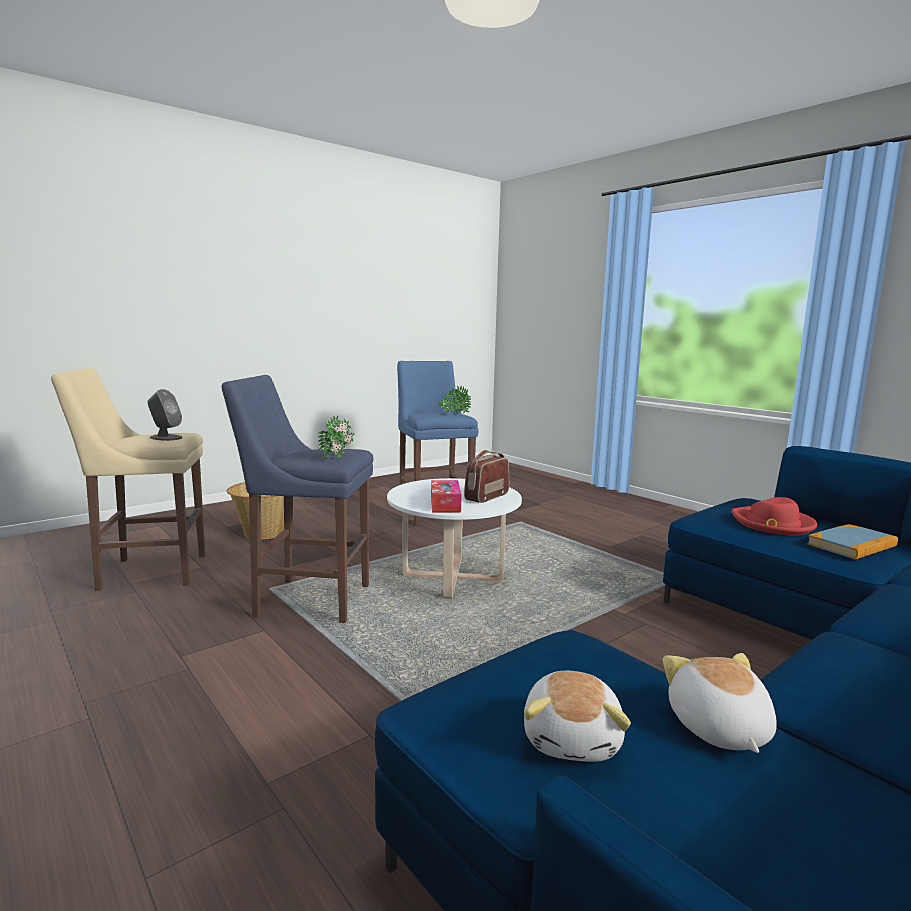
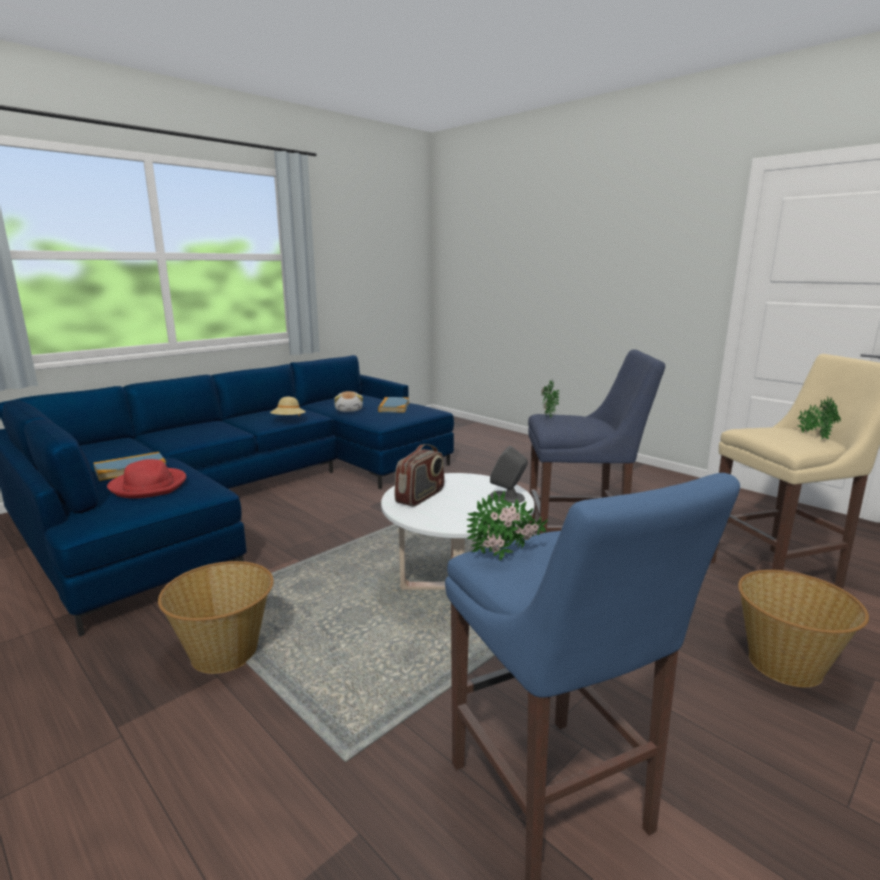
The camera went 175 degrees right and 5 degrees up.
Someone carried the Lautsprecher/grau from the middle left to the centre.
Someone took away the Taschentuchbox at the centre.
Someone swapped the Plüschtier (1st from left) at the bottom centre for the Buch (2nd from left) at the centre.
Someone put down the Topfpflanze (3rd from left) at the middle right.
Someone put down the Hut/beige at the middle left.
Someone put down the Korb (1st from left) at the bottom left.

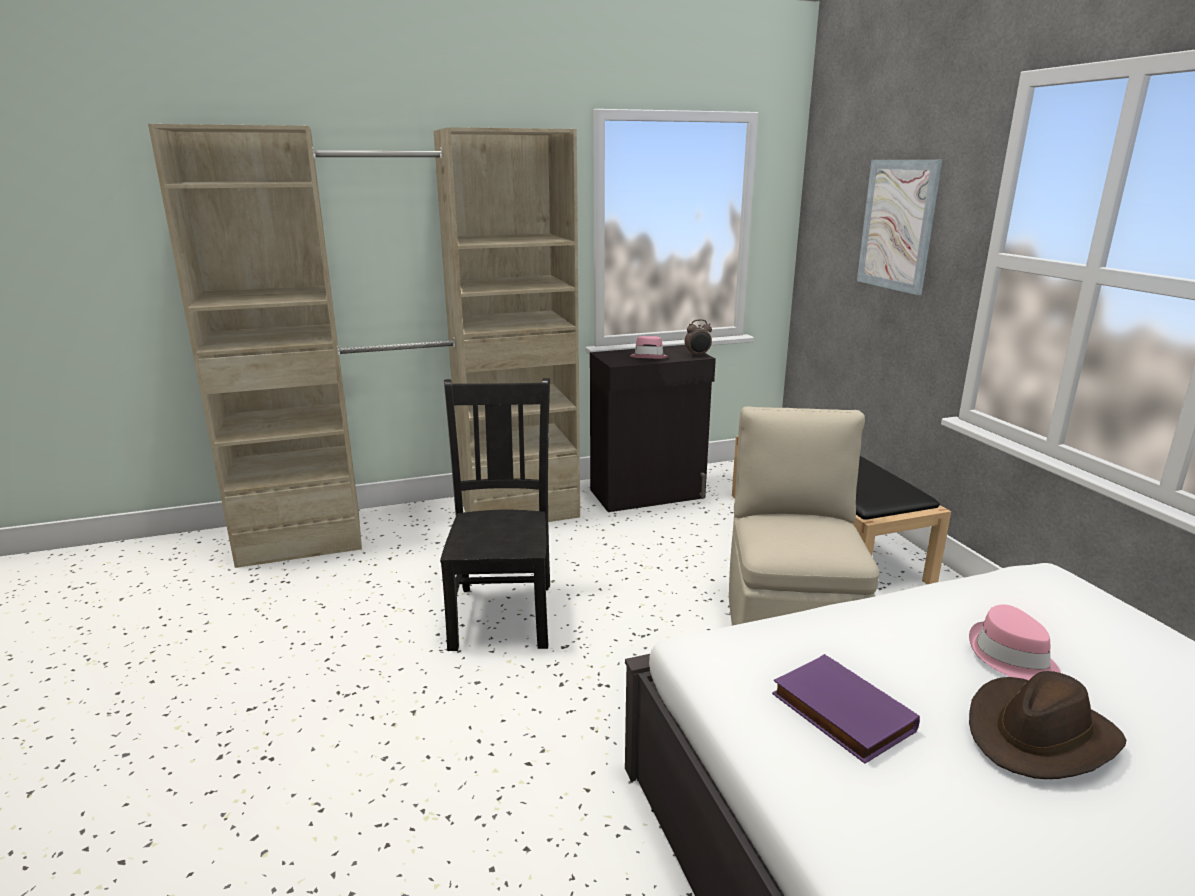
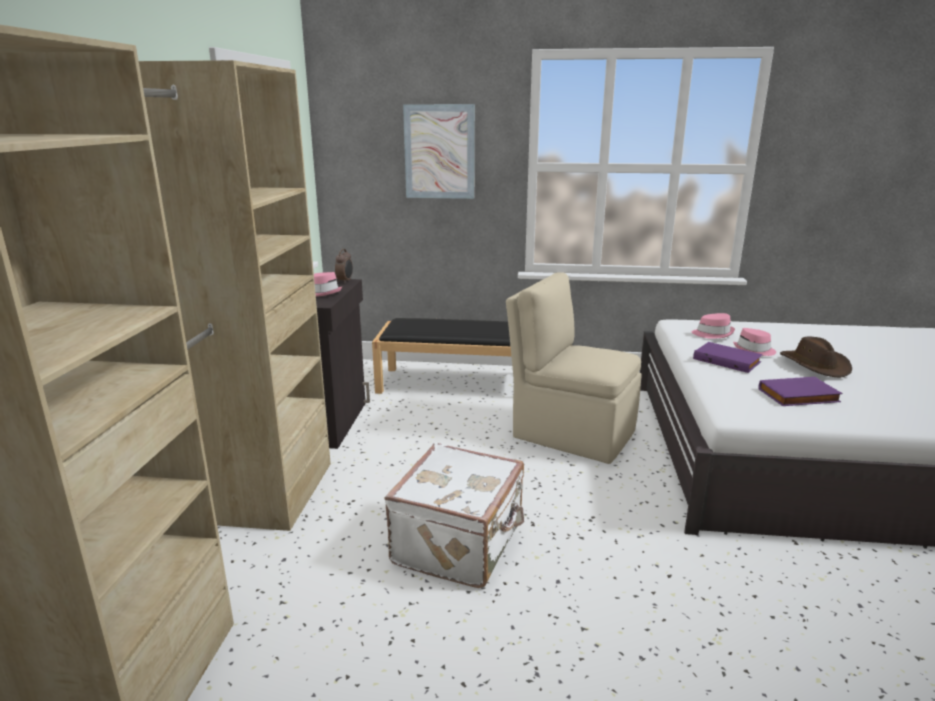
The camera went 65 degrees left and 0 degrees up.
Someone swapped the Stuhl/schwarz at the centre for the Koffer/weiß at the bottom centre.
Someone put down the Hut/rosa (2nd from left) at the middle right.
Someone put down the Buch/lila (1st from left) at the middle right.

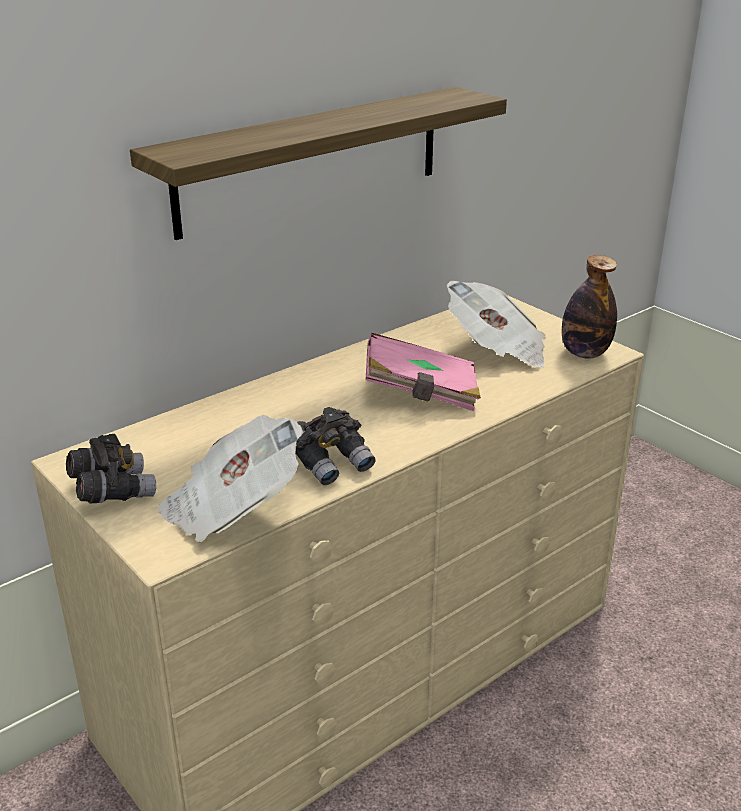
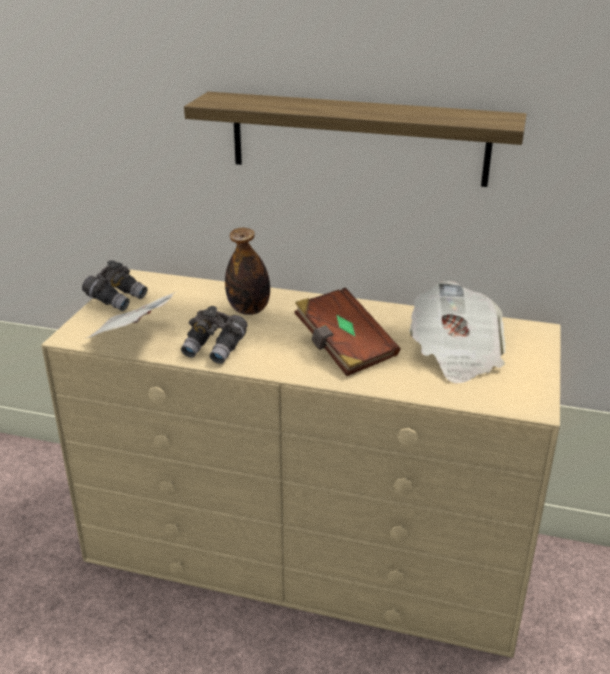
The camera went 55 degrees right and 0 degrees up.
Someone carried the Flasche from the middle right to the centre.
Someone repainted the Buch/rosa at the centre, which became the Buch/braun at the centre.

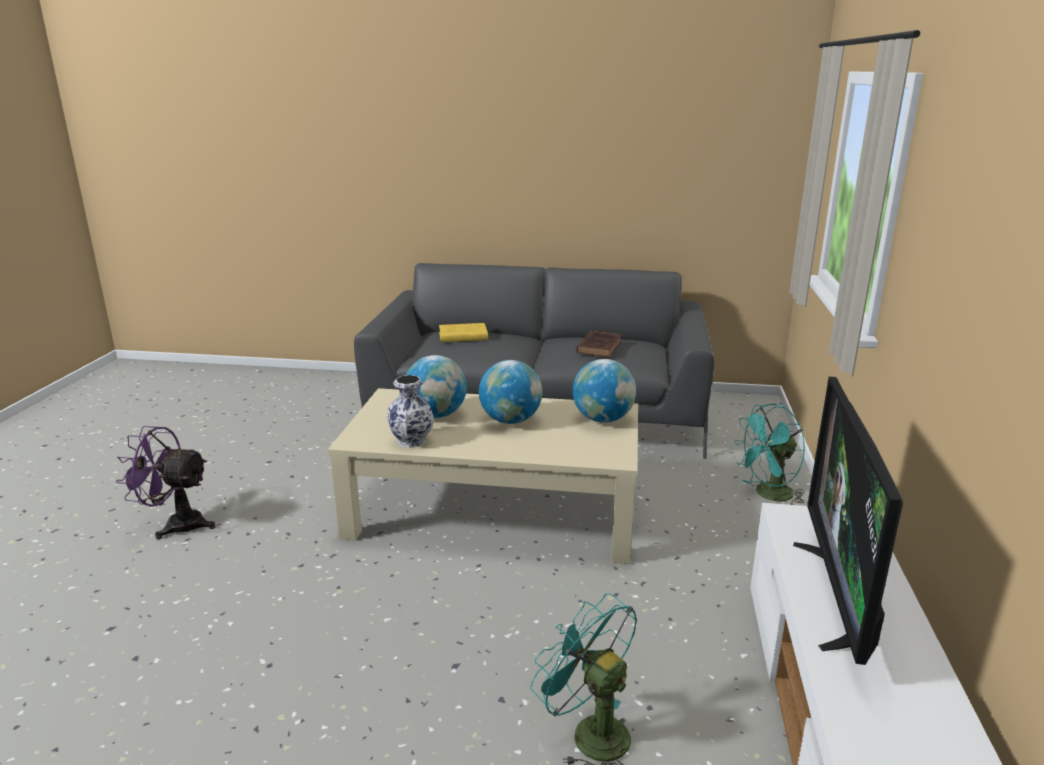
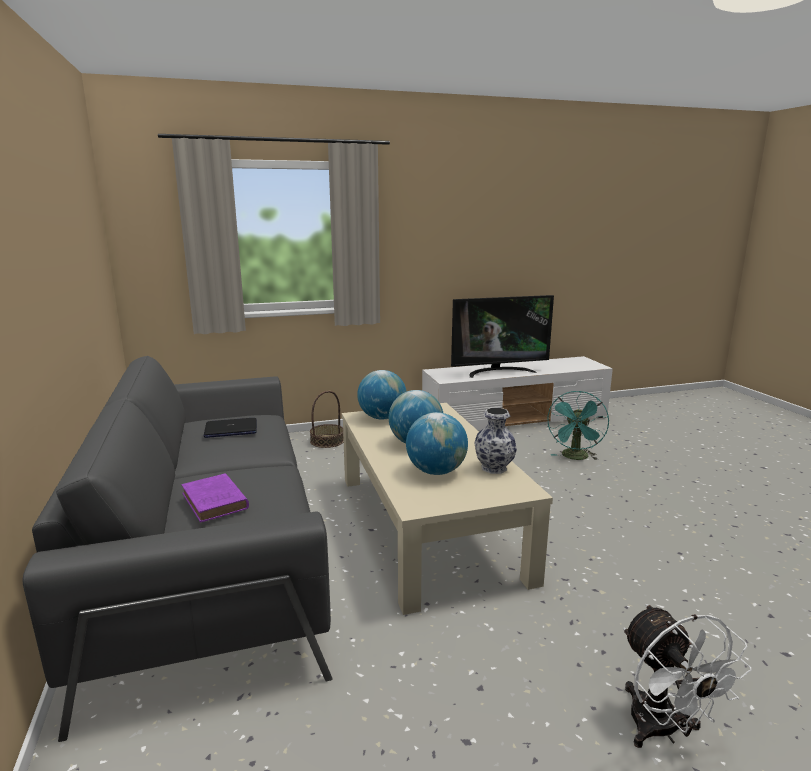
The camera went 115 degrees left and 5 degrees down.
Someone repainted the Buch/gelb at the centre, which became the Buch/lila at the middle left.
Someone swapped the Buch/braun at the centre for the Laptop at the middle left.
Someone swapped the Ventilator/türkis (2nd from left) at the middle right for the Korb at the centre.
Someone repainted the Ventilator/lila at the middle left, which became the Ventilator/weiß at the bottom right.

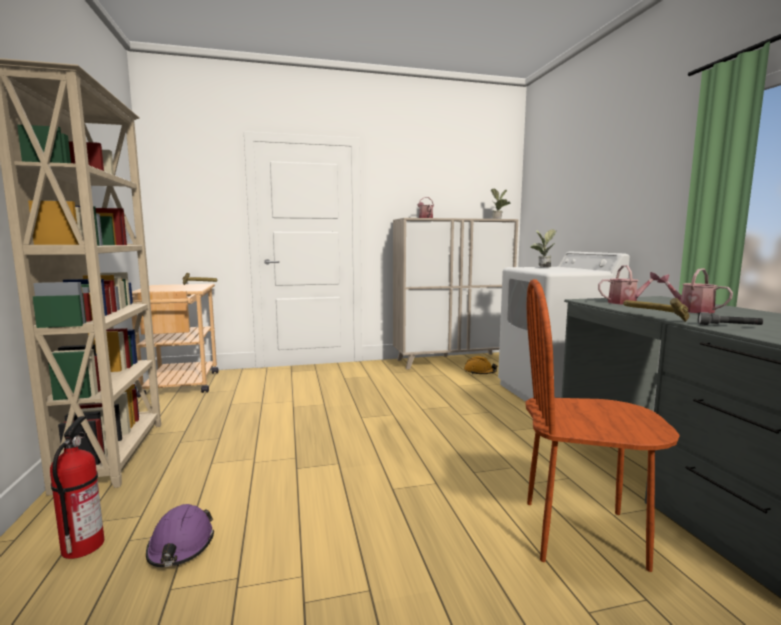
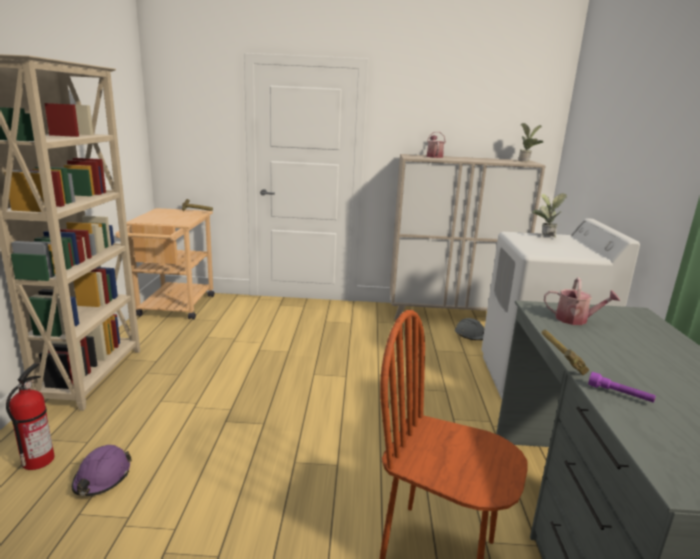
The camera went 15 degrees right and 10 degrees up.
Someone took away the Gießkanne (3rd from left) at the middle right.
Someone repainted the Taschenlampe/grau at the middle right, which became the Taschenlampe/lila at the bottom right.
Someone repainted the Schutzhelm/orange at the centre, which became the Schutzhelm/grau at the middle right.

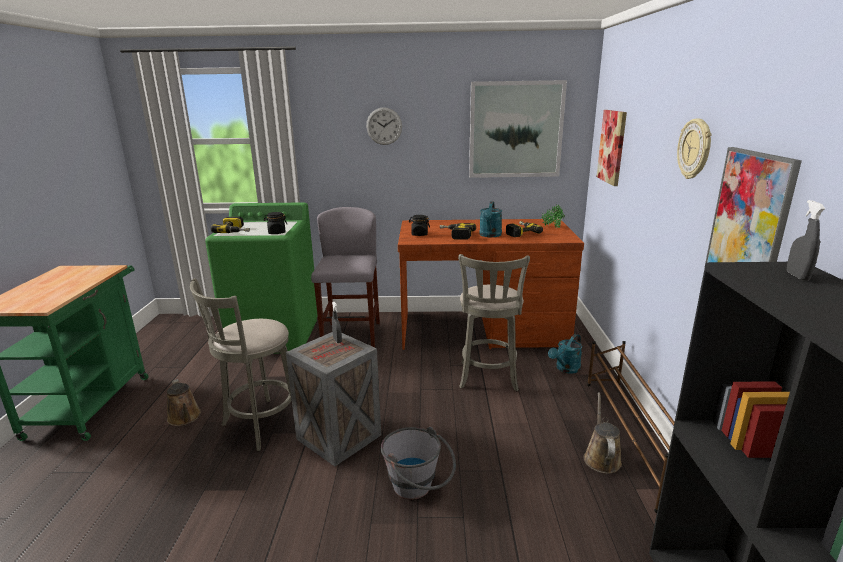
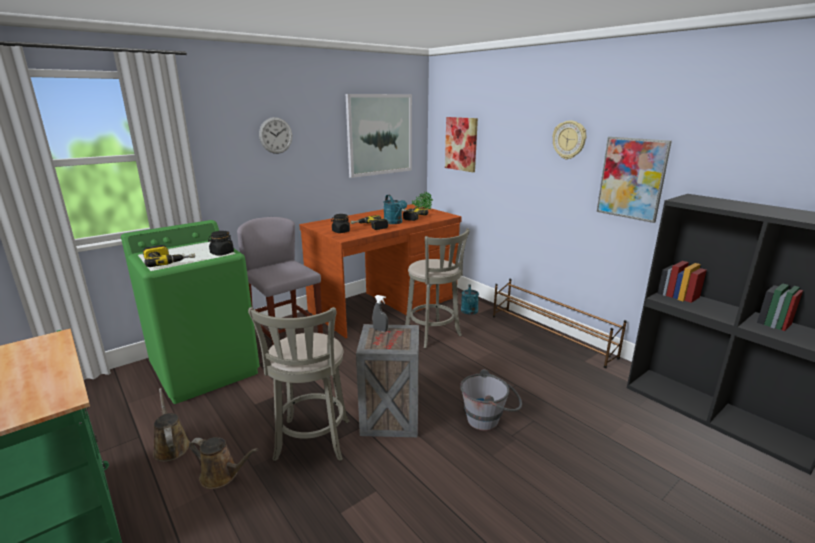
The camera went 40 degrees left and 0 degrees up.
Someone took away the Sprühflasche/grau (2nd from left) at the middle right.
Someone carried the Gießkanne/braun (2nd from left in the first image) from the bottom right to the bottom left.

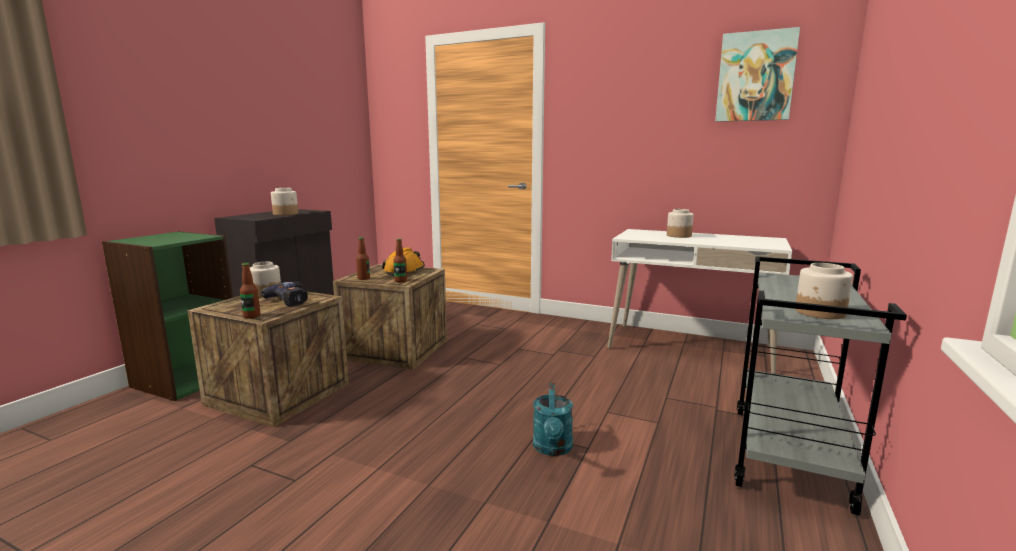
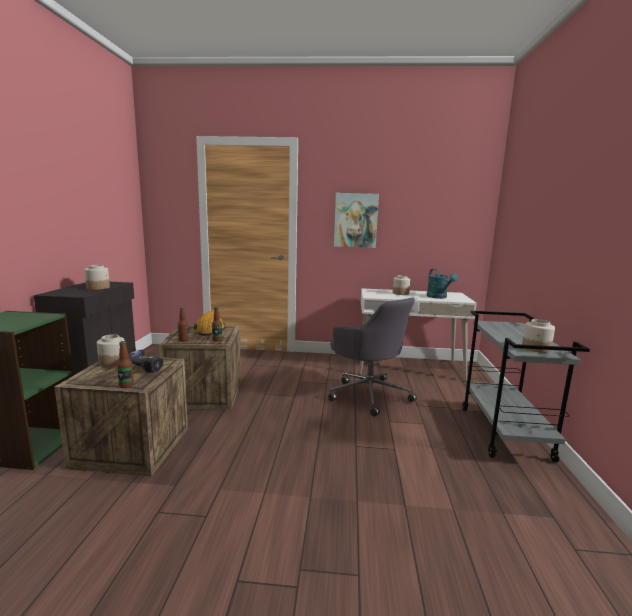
The camera went 20 degrees left and 0 degrees up.
Someone carried the Bild from the top right to the centre.
Someone carried the Gießkanne/türkis from the bottom centre to the middle right.
Someone put down the Bürostuhl/grau at the centre.

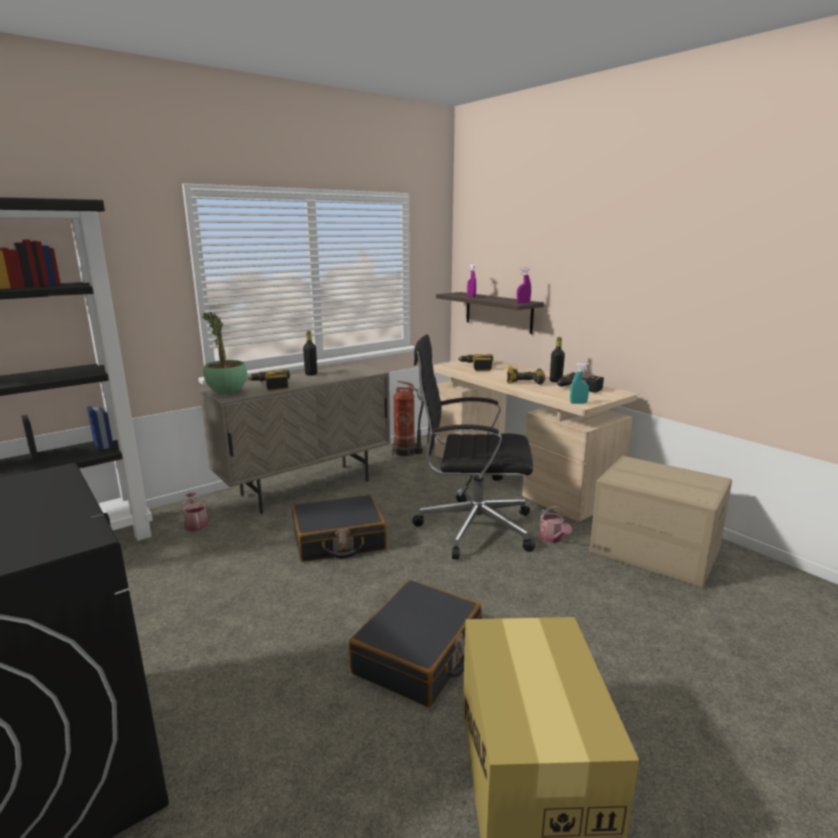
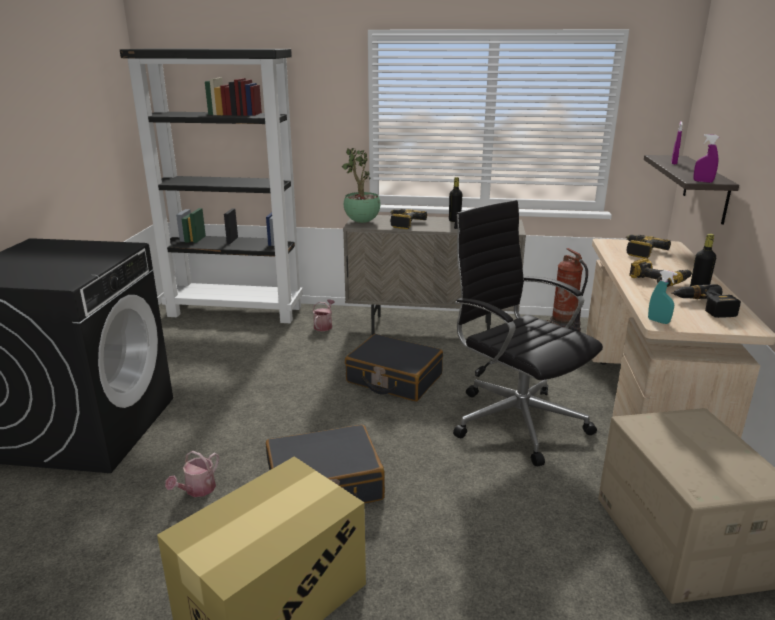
The camera went 45 degrees right and 5 degrees up.
Someone carried the Gießkanne (2nd from left in the first image) from the centre to the bottom left.

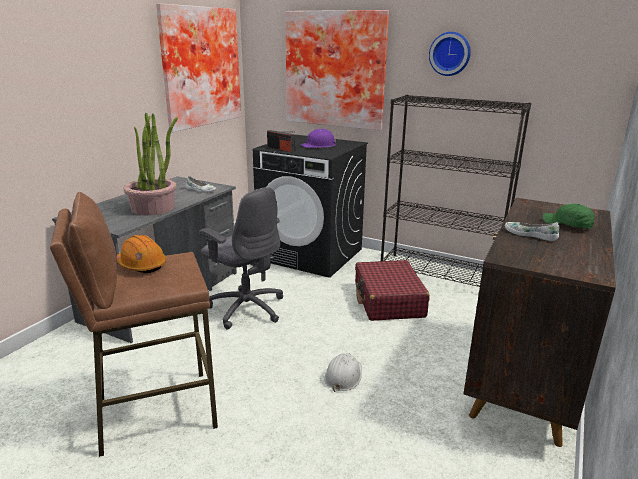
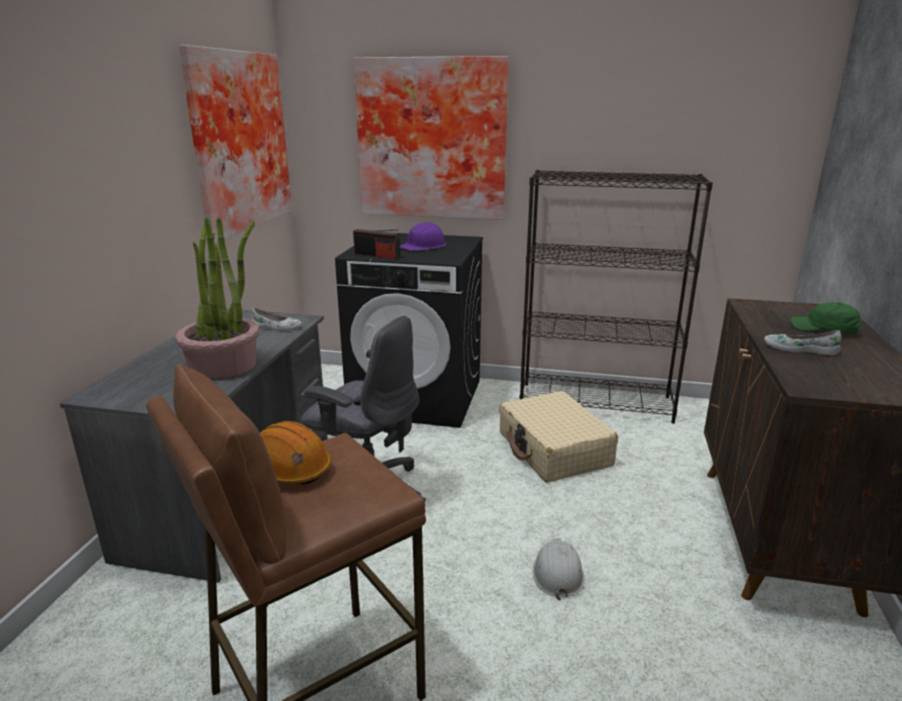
The camera went 15 degrees left and 0 degrees up.
Someone took away the Wanduhr at the top right.
Someone repainted the Koffer/rot at the centre, which became the Koffer/beige at the centre.

